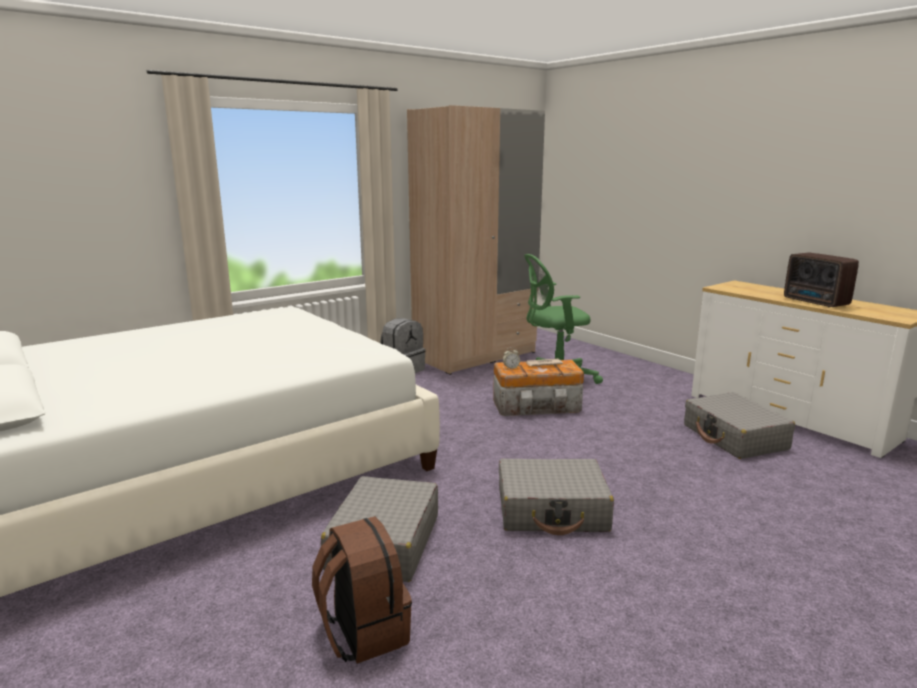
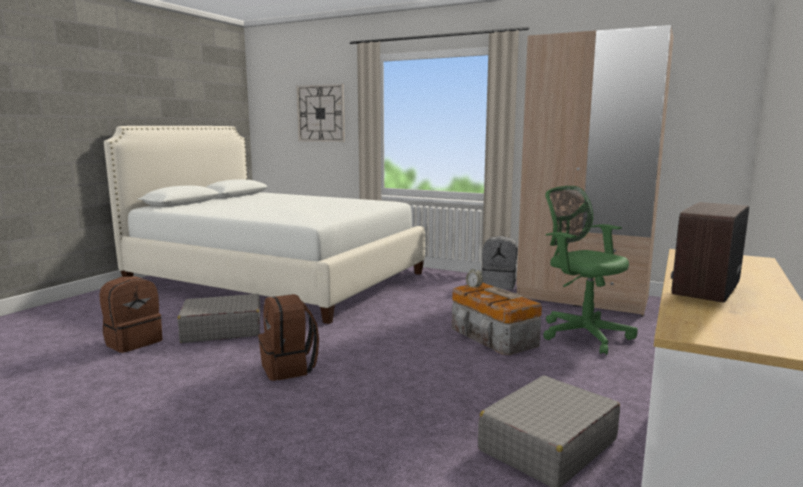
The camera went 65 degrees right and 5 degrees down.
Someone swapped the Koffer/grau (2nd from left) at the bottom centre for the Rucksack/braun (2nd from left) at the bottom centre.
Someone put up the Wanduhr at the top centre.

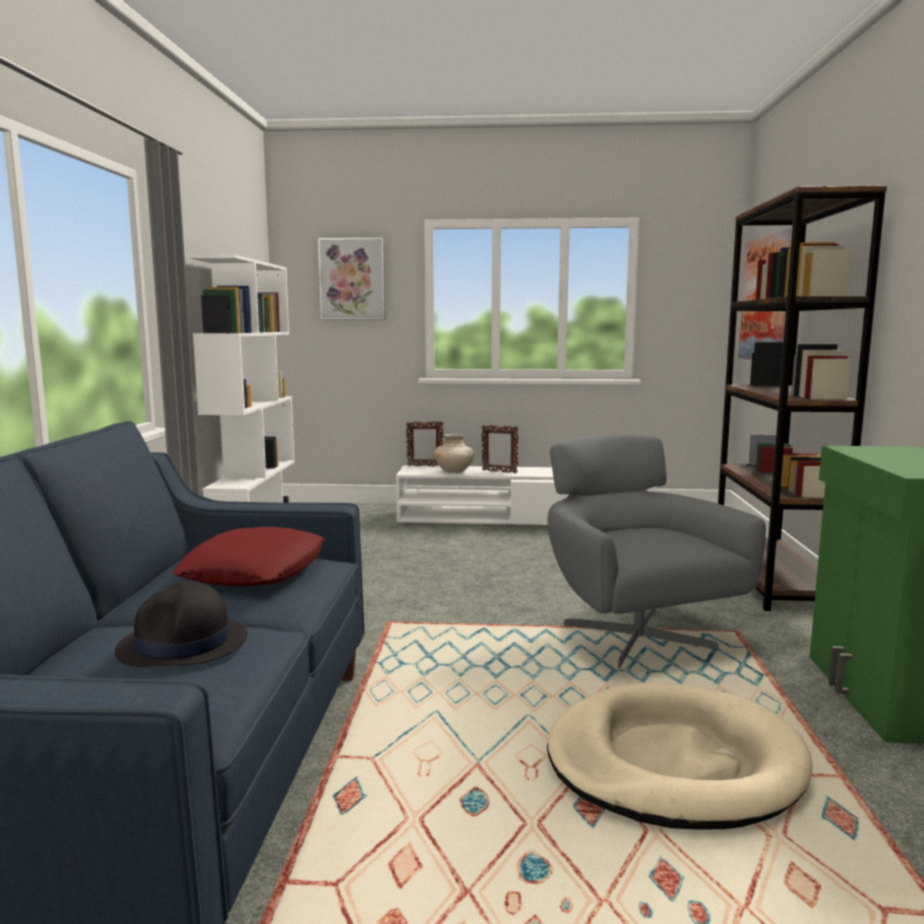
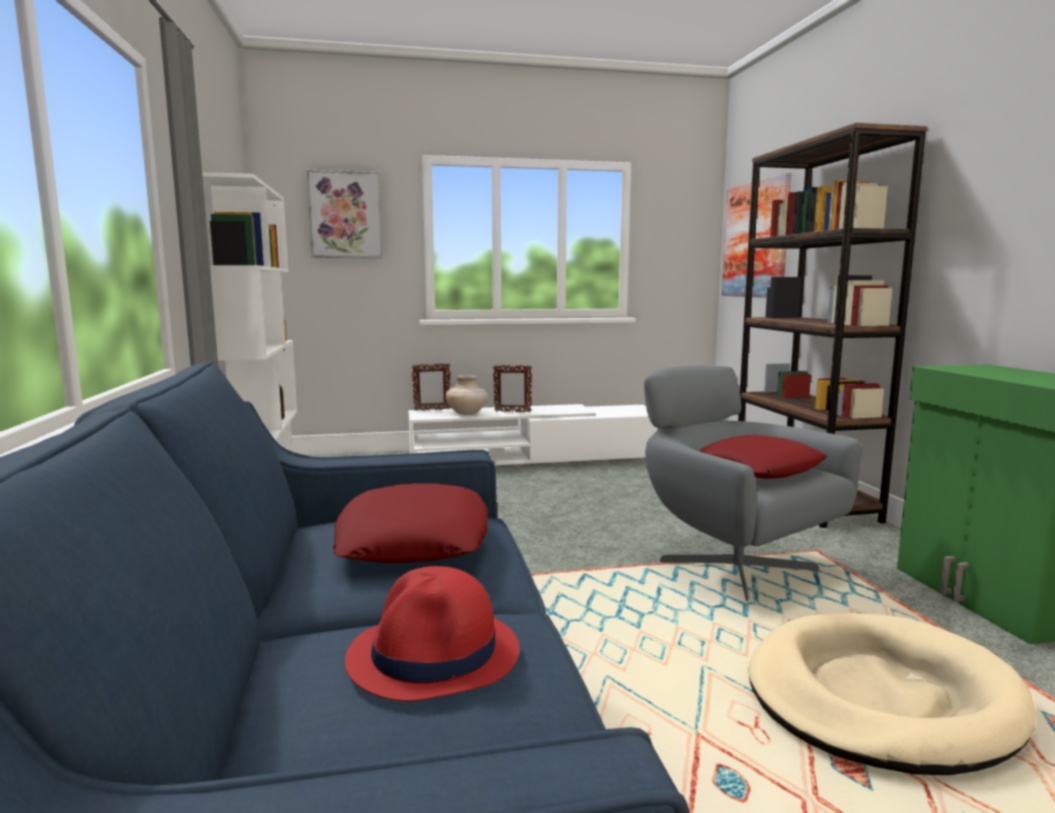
The camera went 15 degrees left and 0 degrees up.
Someone repainted the Hut/schwarz at the bottom left, which became the Hut/rot at the bottom centre.
Someone put down the Kissen/rot (2nd from left) at the middle right.

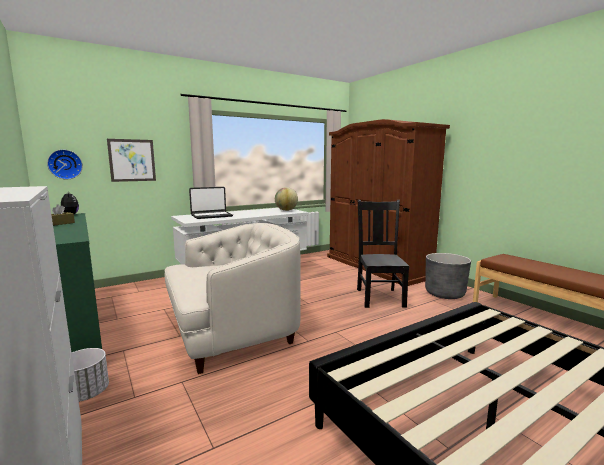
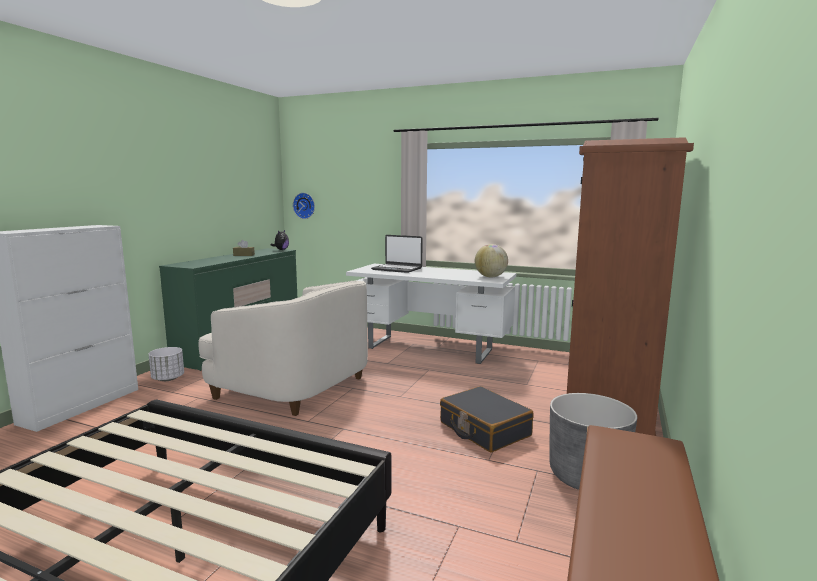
The camera went 55 degrees right and 0 degrees up.
Someone took away the Bild at the middle left.
Someone swapped the Stuhl/schwarz at the centre for the Koffer/schwarz at the bottom centre.

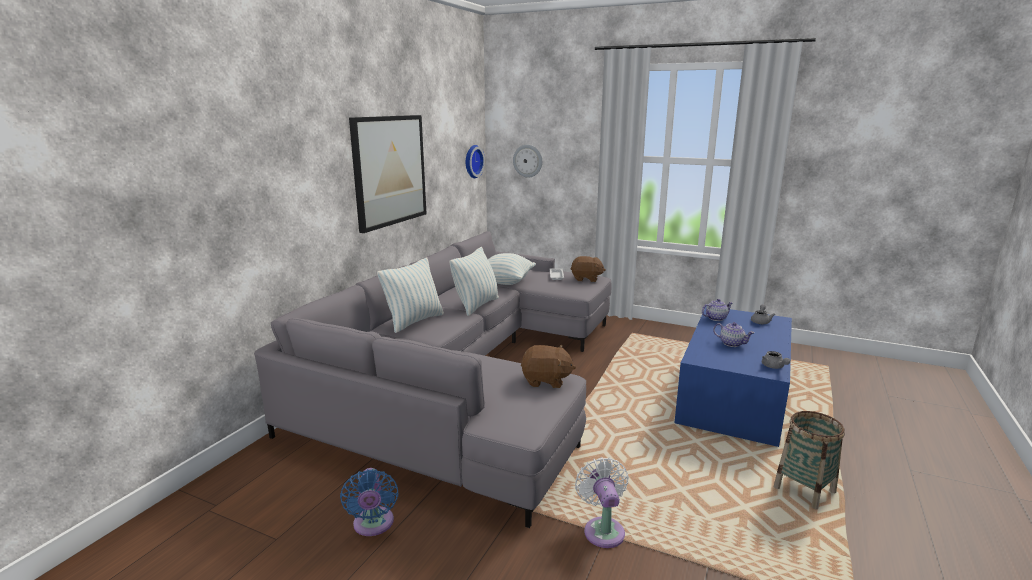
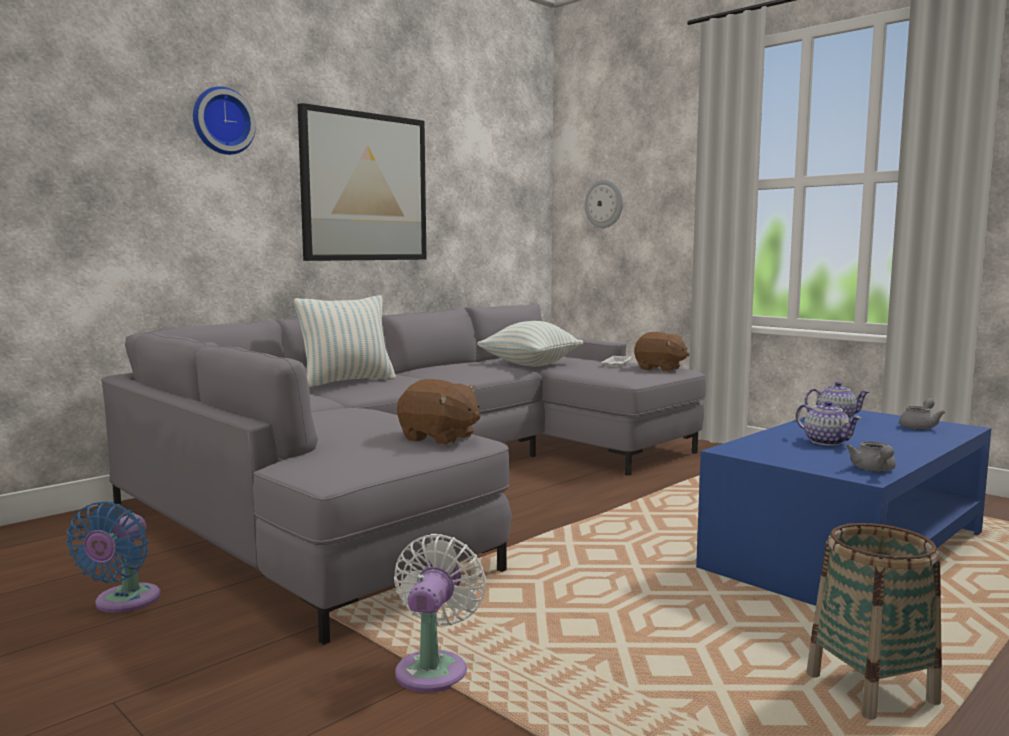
The camera went 20 degrees right and 10 degrees down.
Someone carried the Wanduhr (1st from left) from the top centre to the top left.
Someone took away the Kissen (2nd from left) at the centre.

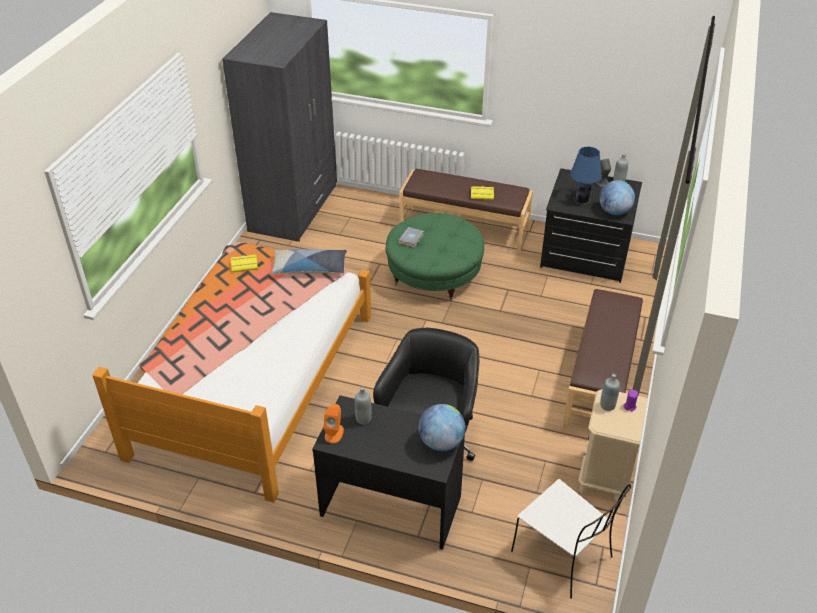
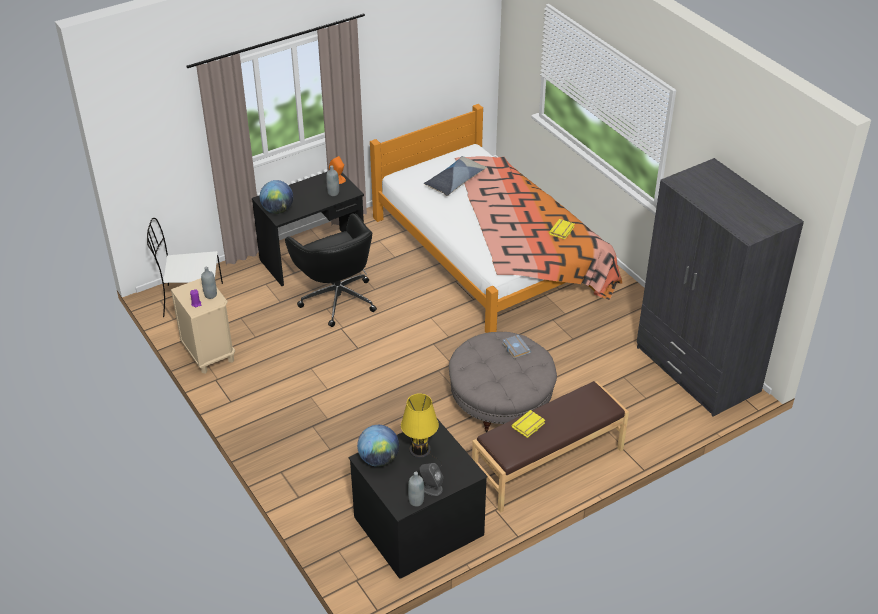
The camera went 130 degrees right and 0 degrees up.
Someone repainted the Tischlampe/blau at the top right, which became the Tischlampe/gelb at the bottom centre.
Someone repainted the Polsterhocker/grün at the centre, which became the Polsterhocker/grau at the centre.
Someone carried the Kissen from the centre to the top centre.
Someone took away the Bank/braun (2nd from left) at the middle right.

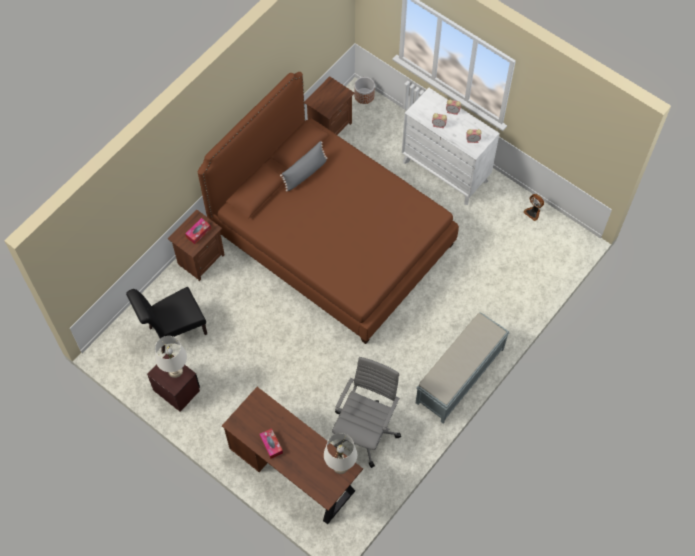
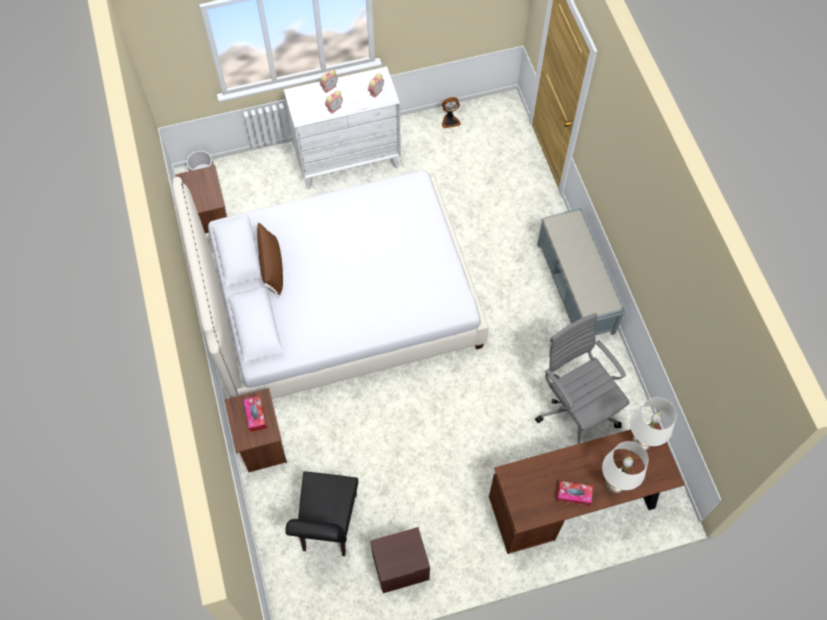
The camera went 55 degrees left and 0 degrees up.
Someone repainted the Bett/braun at the centre, which became the Bett/weiß at the centre.
Someone repainted the Kissen/grau at the top centre, which became the Kissen/braun at the middle left.
Someone carried the Tischlampe/weiß (1st from left) from the middle left to the bottom right.

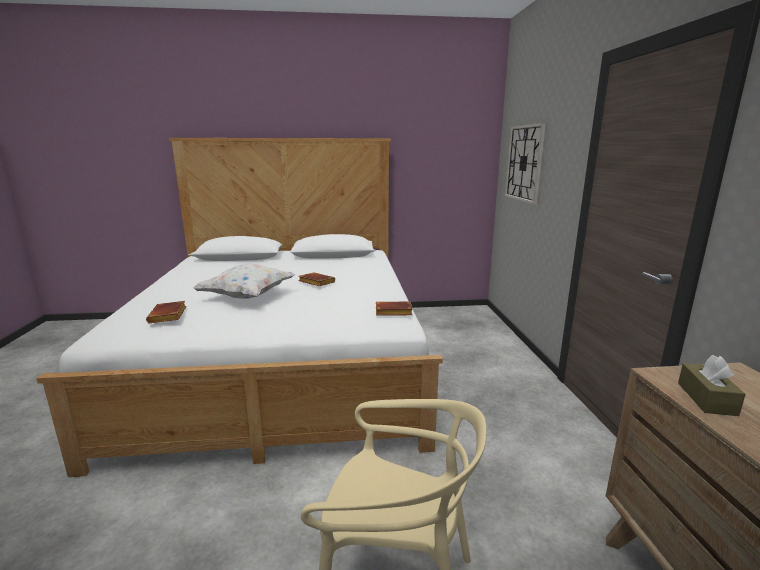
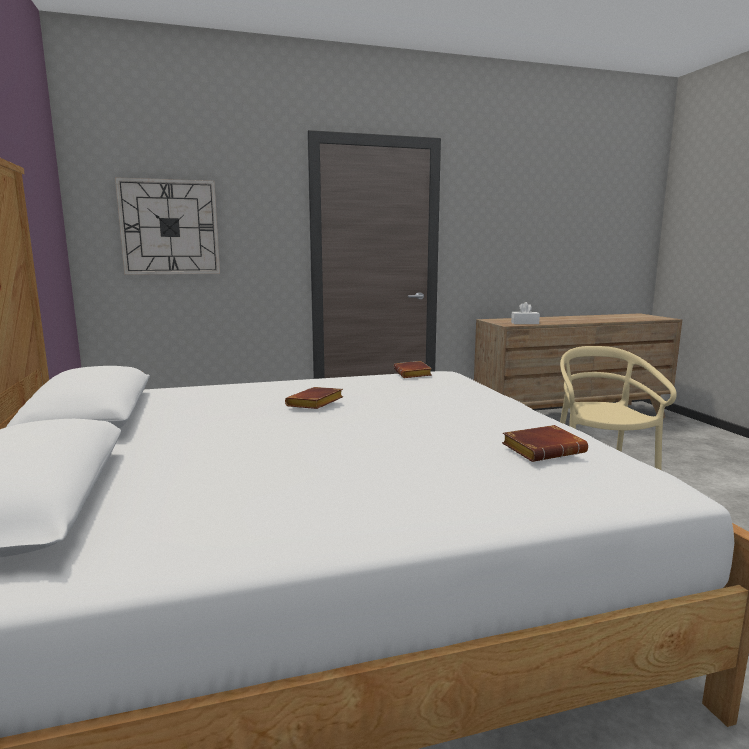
The camera went 100 degrees left and 5 degrees down.
Someone took away the Kissen/weiß at the middle left.
Someone repainted the Taschentuchbox/braun at the bottom right, which became the Taschentuchbox/weiß at the middle right.

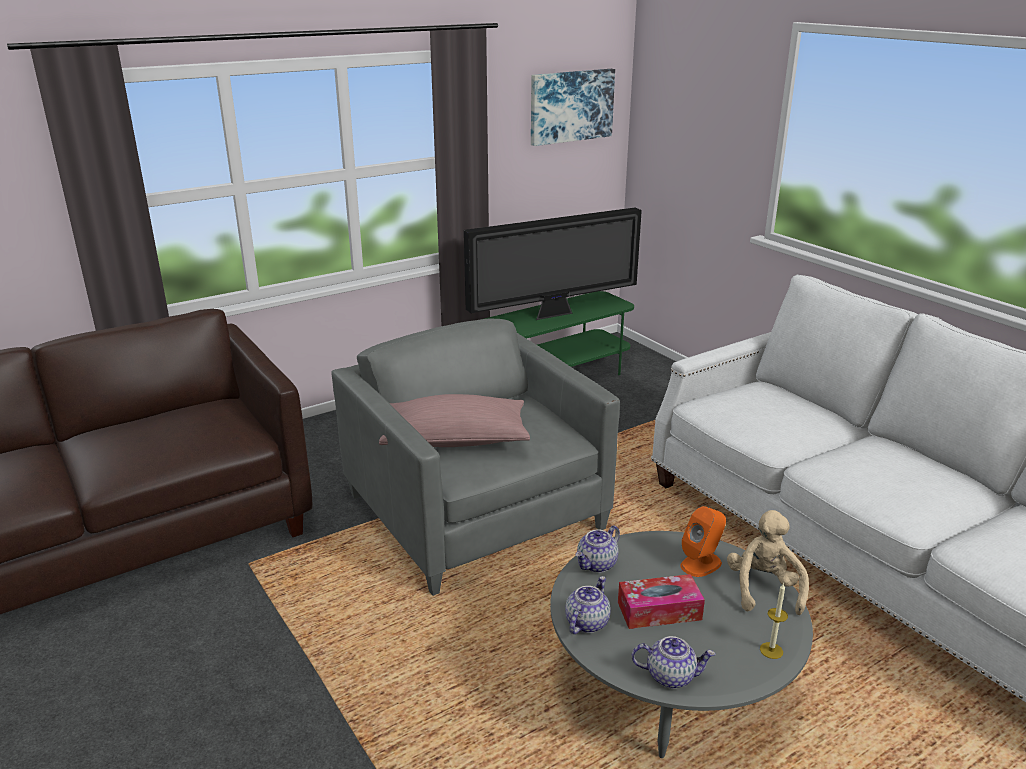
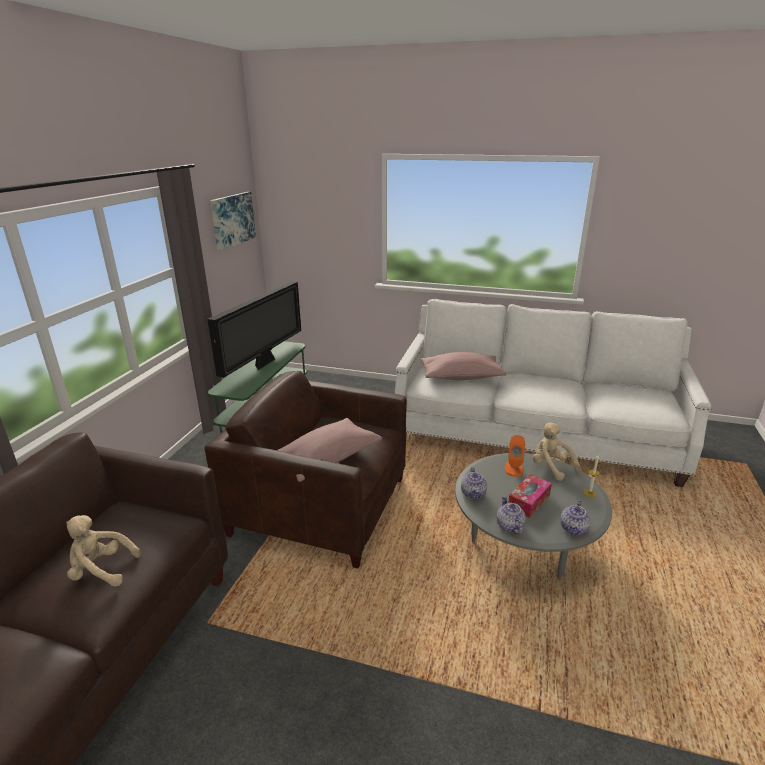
The camera went 40 degrees left and 0 degrees up.
Someone repainted the Sessel/grau at the centre, which became the Sessel/braun at the centre.
Someone rotated the Teekanne (3rd from left) at the bottom centre by 150 degrees clockwise.
Someone put down the Kissen/rosa (2nd from left) at the centre.
Someone put down the Plüschtier/beige (1st from left) at the bottom left.

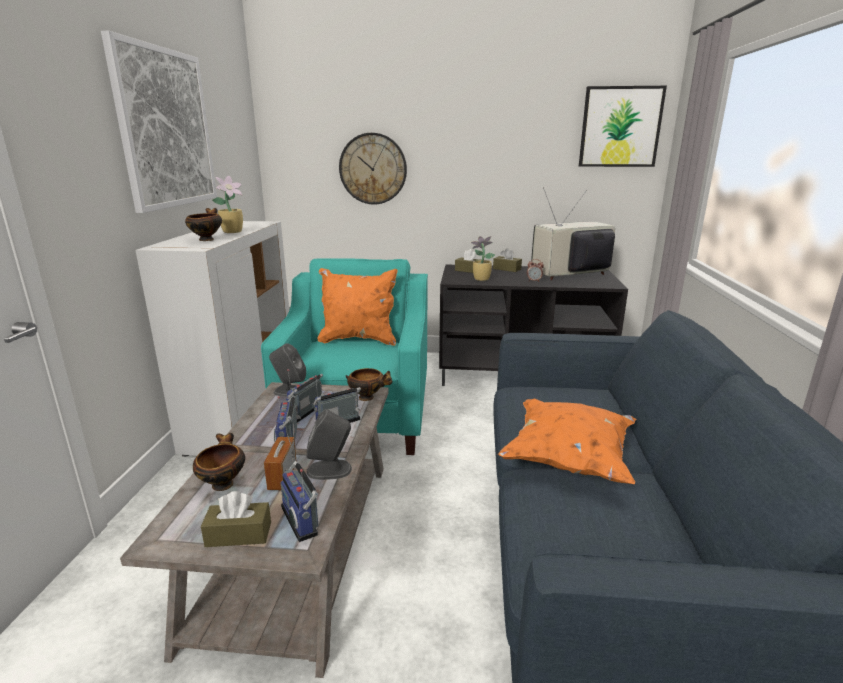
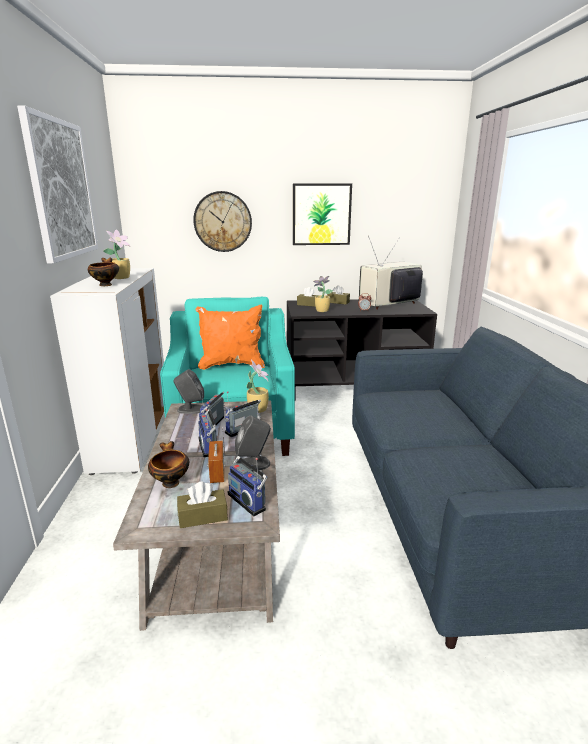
The camera went 10 degrees left and 0 degrees up.
Someone carried the Bild (2nd from left) from the top right to the top centre.
Someone swapped the Schüssel (3rd from left) at the centre for the Topfpflanze (2nd from left) at the centre.
Someone took away the Kissen/orange (2nd from left) at the middle right.

